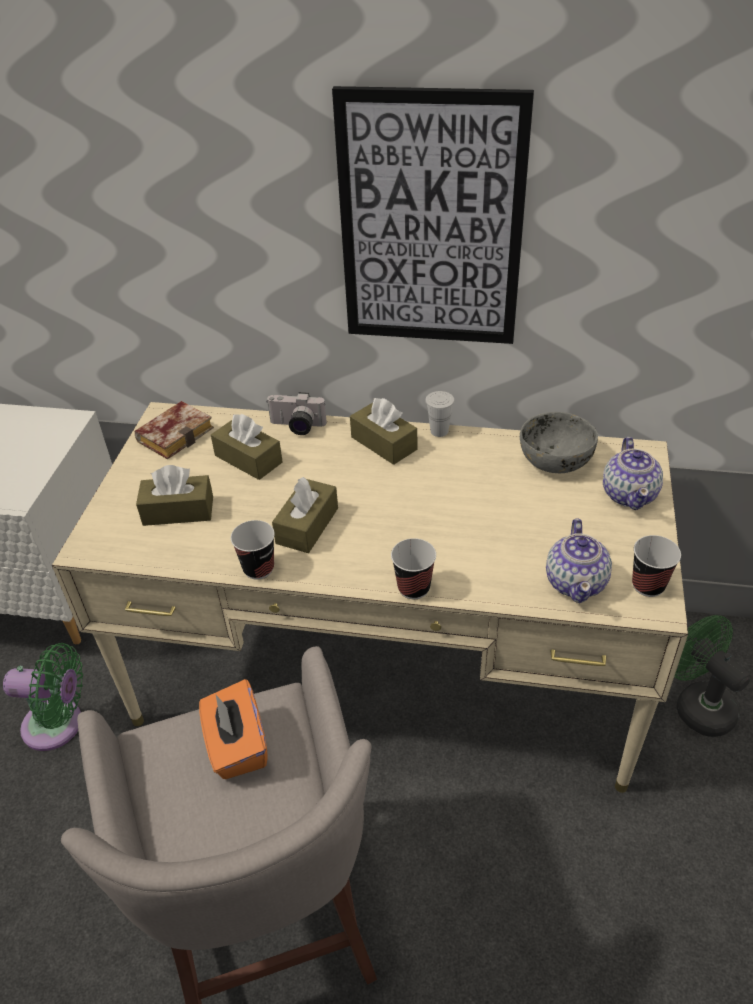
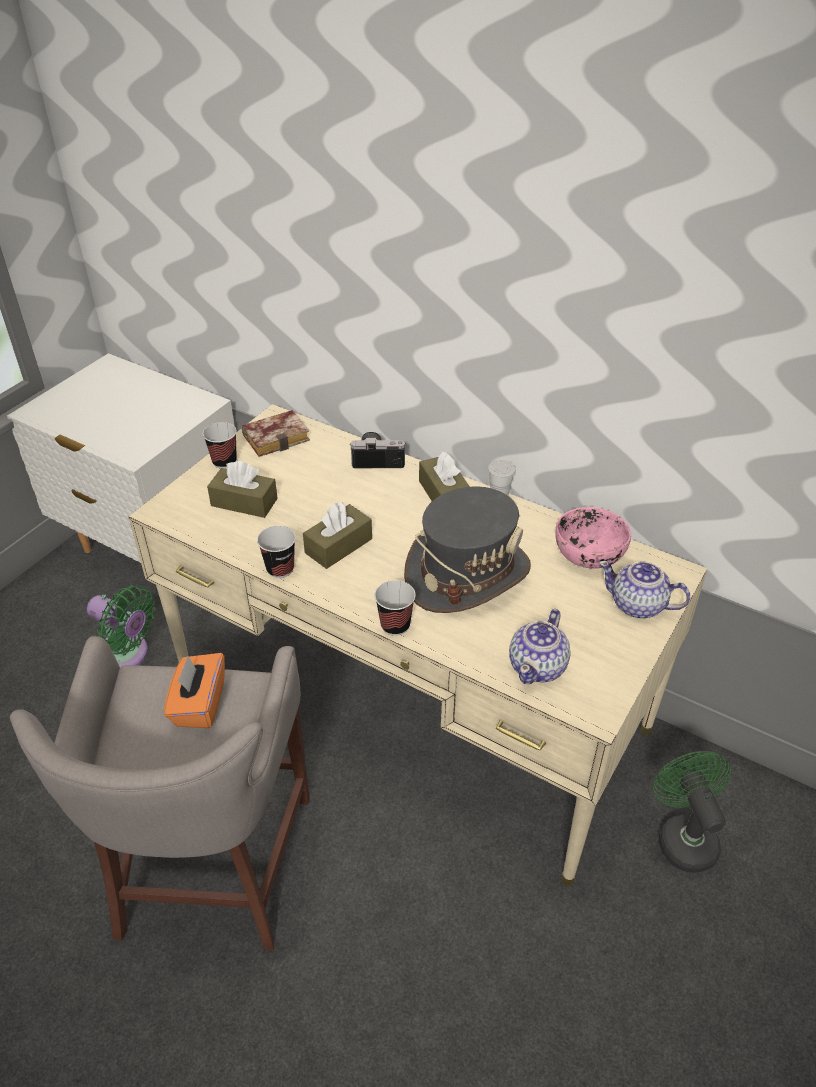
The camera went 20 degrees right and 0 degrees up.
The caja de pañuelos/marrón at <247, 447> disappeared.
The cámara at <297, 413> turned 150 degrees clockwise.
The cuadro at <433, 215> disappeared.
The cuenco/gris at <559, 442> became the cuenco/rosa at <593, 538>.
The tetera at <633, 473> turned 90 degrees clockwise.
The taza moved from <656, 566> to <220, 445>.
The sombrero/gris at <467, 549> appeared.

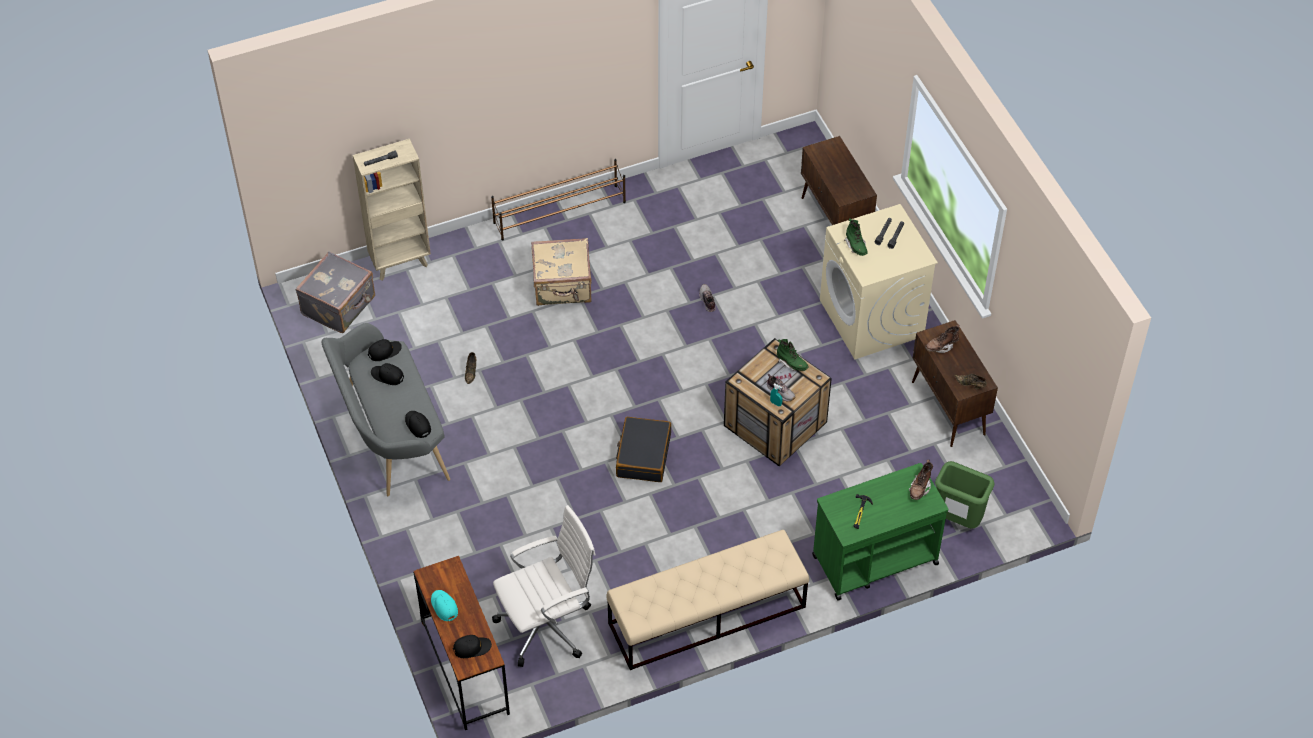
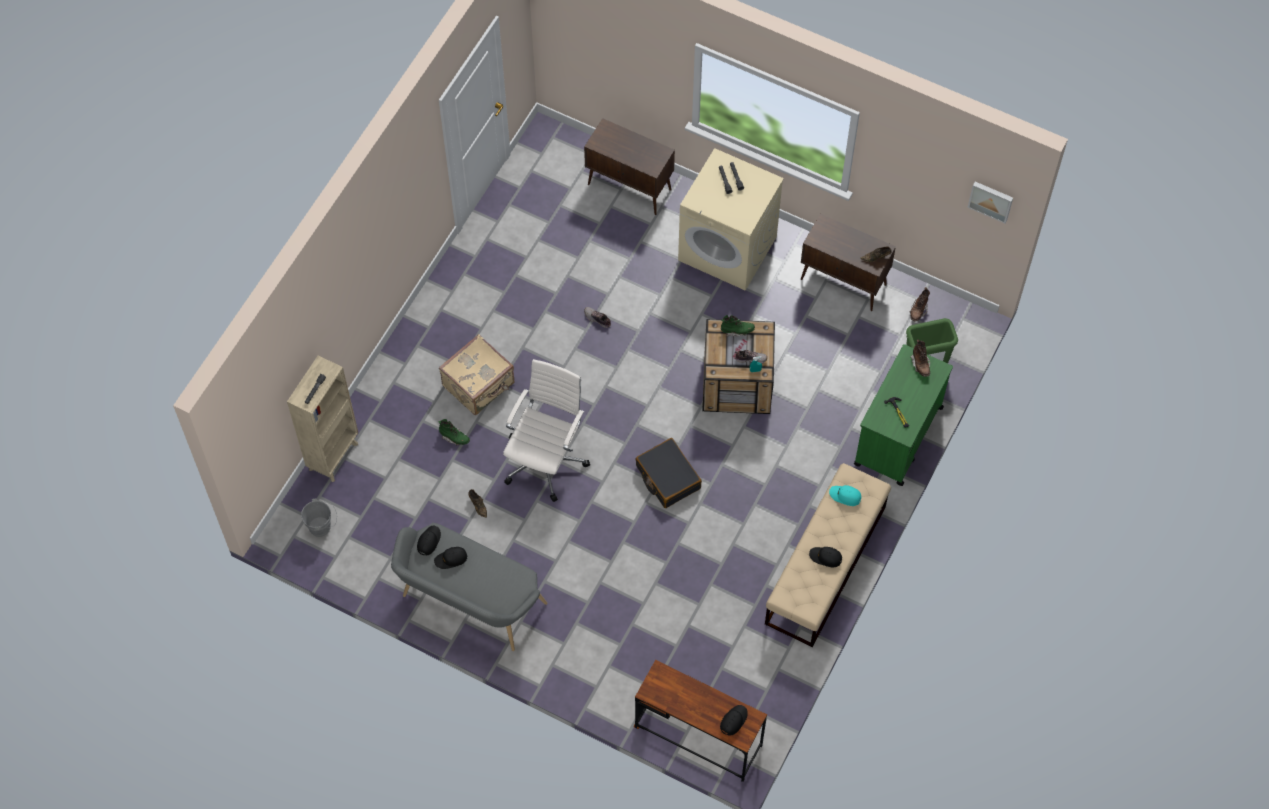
The camera went 40 degrees left and 10 degrees up.
The maleta/gris at <335, 292> was replaced by the cubo/gris at <319, 517>.
The gorra/negro moved from <418, 424> to <825, 557>.
The gorra/turquesa moved from <444, 606> to <845, 495>.
The zapatero/marrón at <558, 199> disappeared.
The silla de oficina/blanco moved from <544, 586> to <546, 430>.
The bota/verde moved from <856, 237> to <454, 432>.
The bota/marrón moved from <942, 338> to <919, 304>.
The cuadro at <990, 202> appeared.

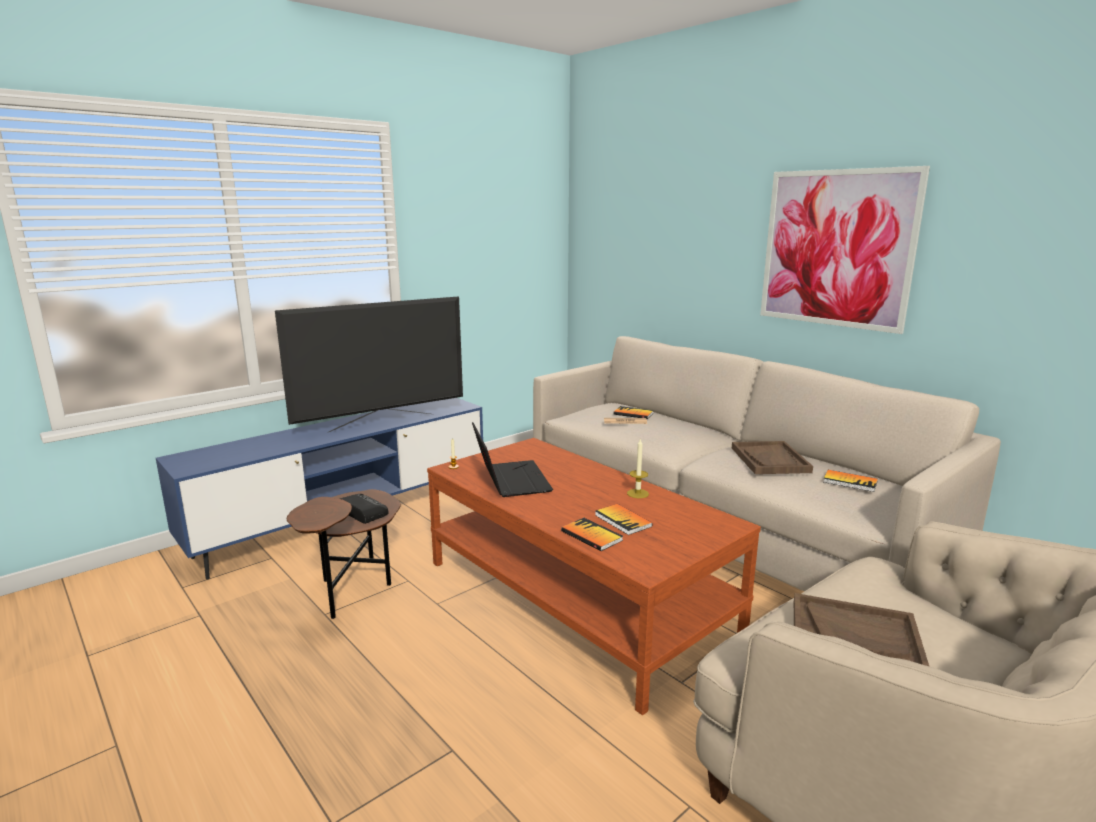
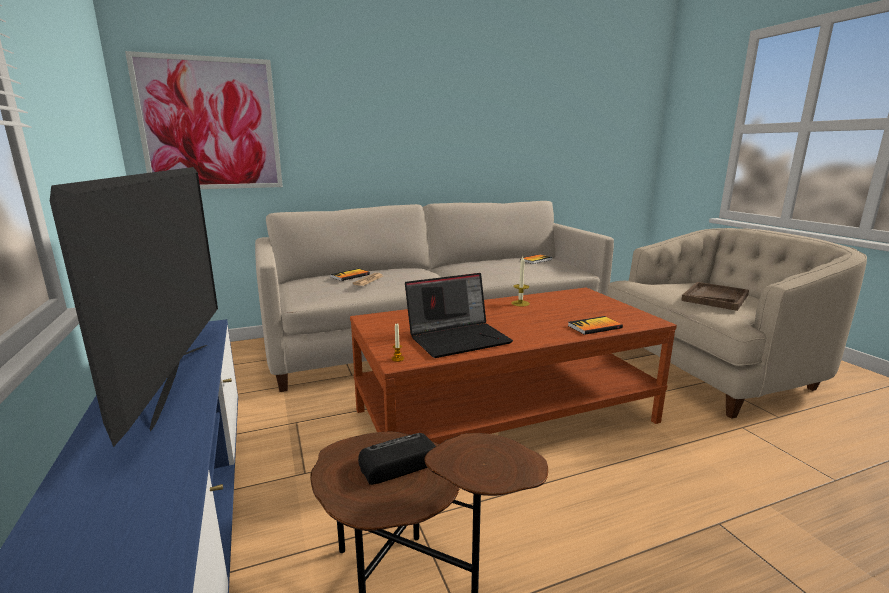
The camera went 70 degrees left and 0 degrees up.
The portátil at <512, 459> turned 150 degrees clockwise.
The libro at <623, 519> disappeared.
The bandeja/marrón at <772, 457> disappeared.
The cuadro moved from <845, 250> to <204, 120>.

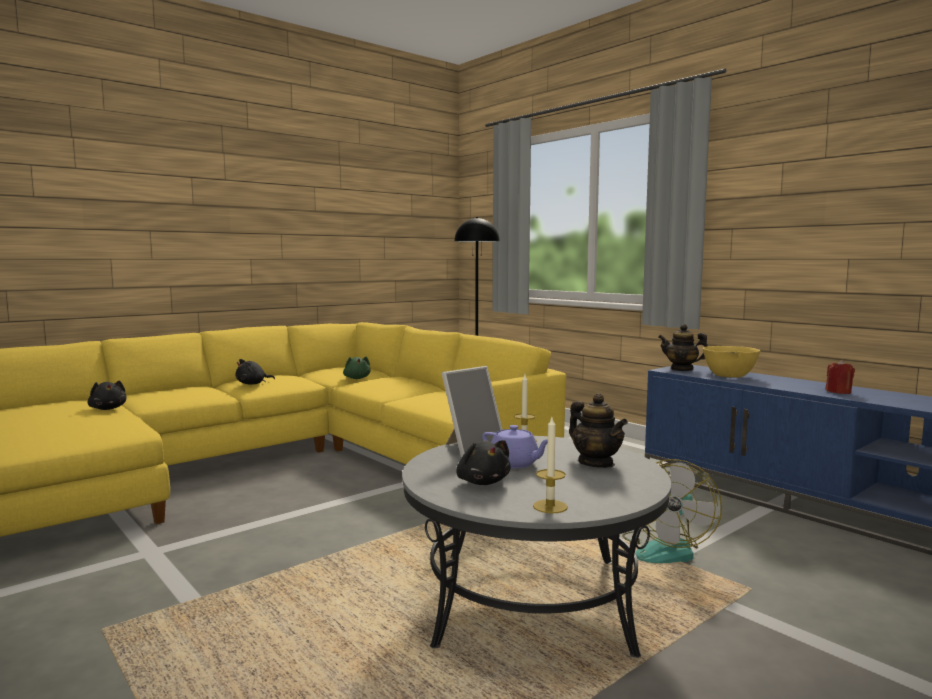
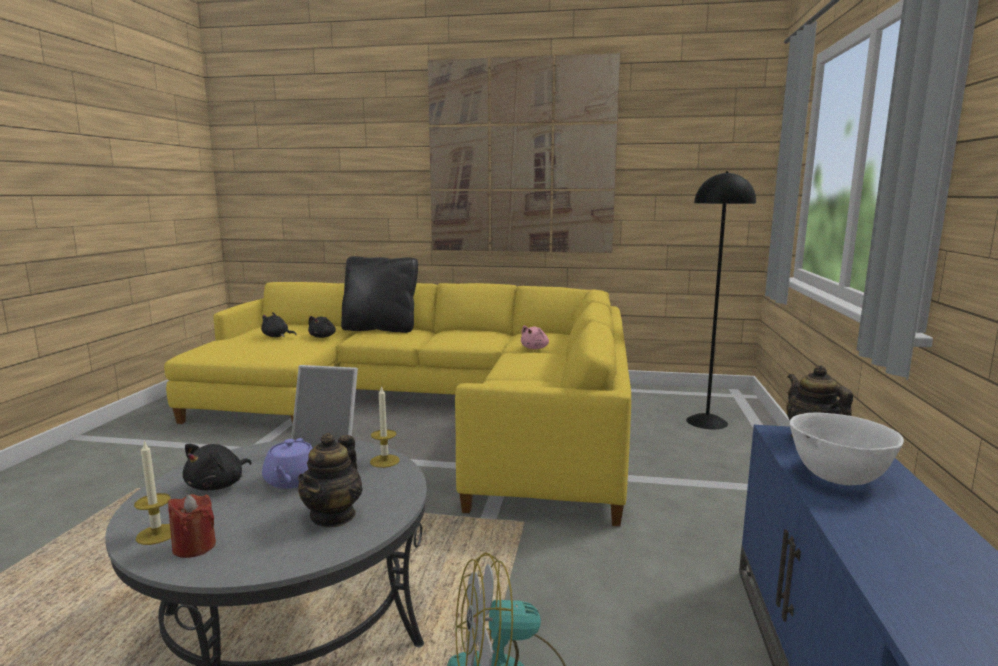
The camera went 50 degrees right and 5 degrees up.
The peluche/negro moved from <255, 371> to <278, 324>.
The peluche/verde at <356, 368> became the peluche/rosa at <535, 337>.
The cuenco/amarillo at <731, 362> became the cuenco/blanco at <847, 448>.
The vela/rojo moved from <840, 377> to <192, 526>.
The cojín/negro at <379, 294> appeared.
The cuadro at <524, 153> appeared.

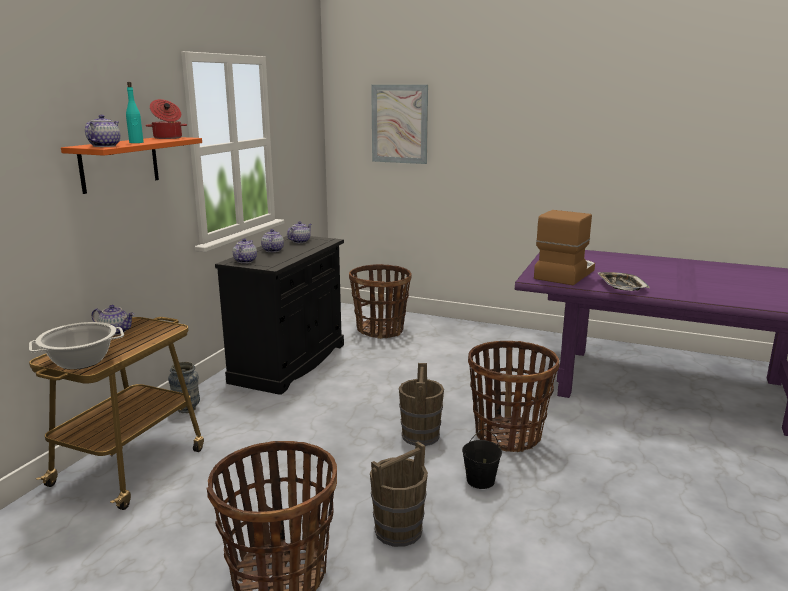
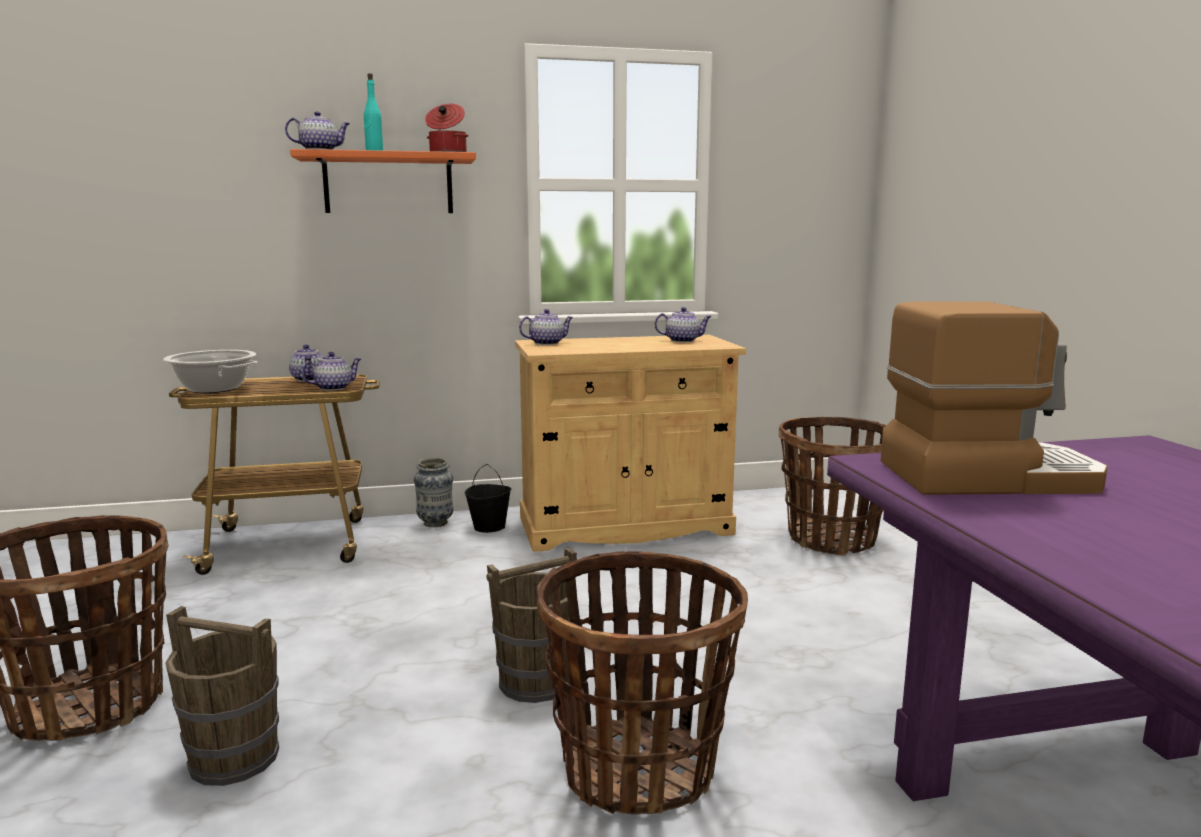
The camera went 55 degrees right and 5 degrees down.
The armario/negro at <279, 315> became the armario/beis at <630, 443>.
The tetera moved from <272, 240> to <331, 371>.
The cuadro at <399, 124> disappeared.
The cubo/negro moved from <482, 459> to <488, 498>.
The bandeja at <623, 281> disappeared.

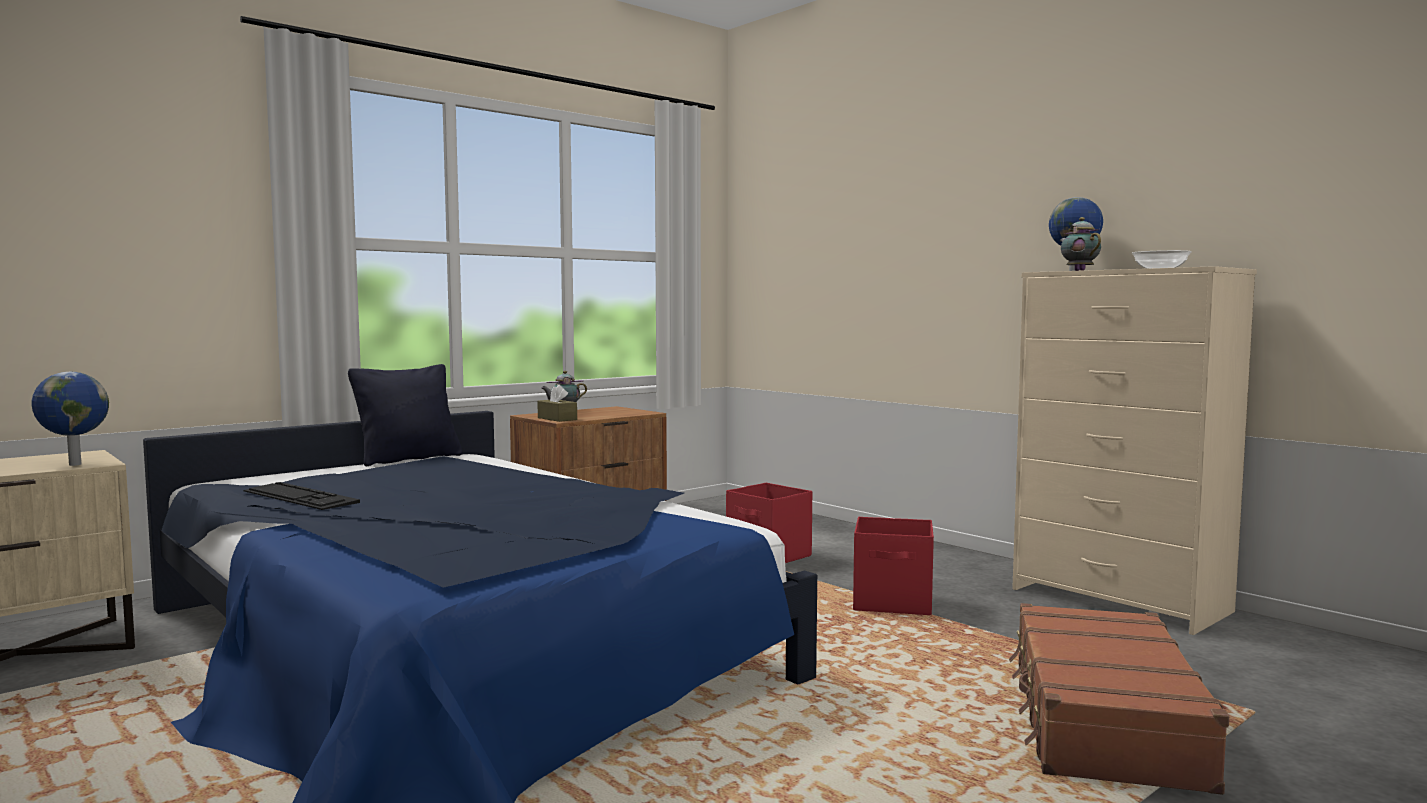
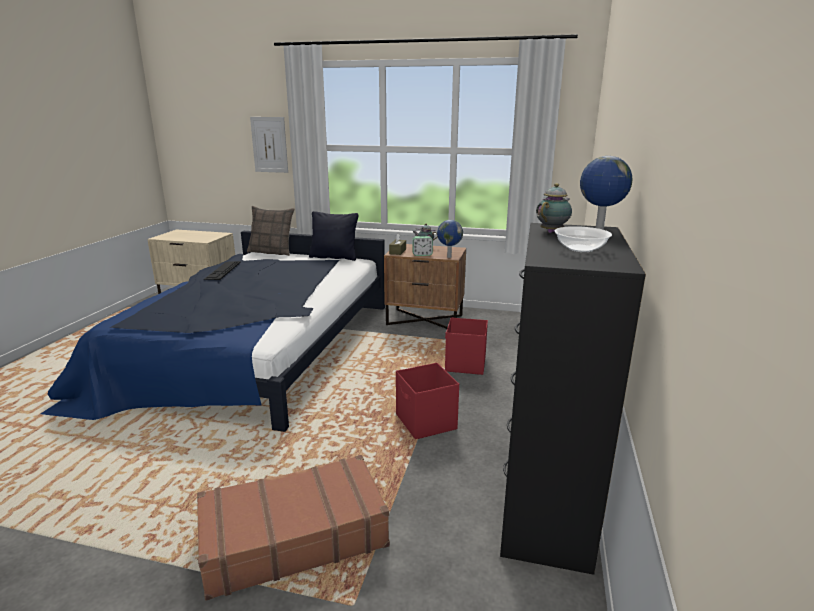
The camera went 55 degrees right and 15 degrees up.
The globo terráqueo moved from <70, 419> to <450, 239>.
The cómoda/beis at <1134, 450> became the cómoda/negro at <573, 399>.
The cojín at <271, 231> appeared.
The cuadro at <269, 145> appeared.
The despertador at <422, 246> appeared.

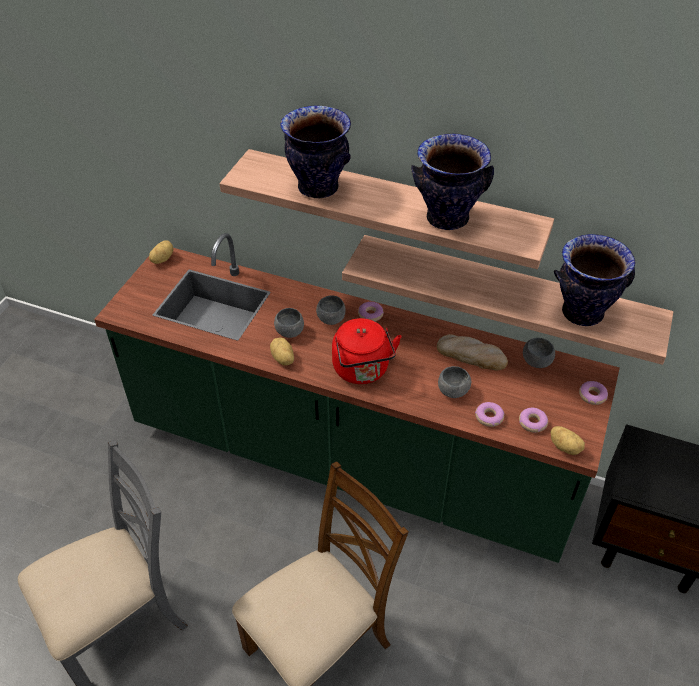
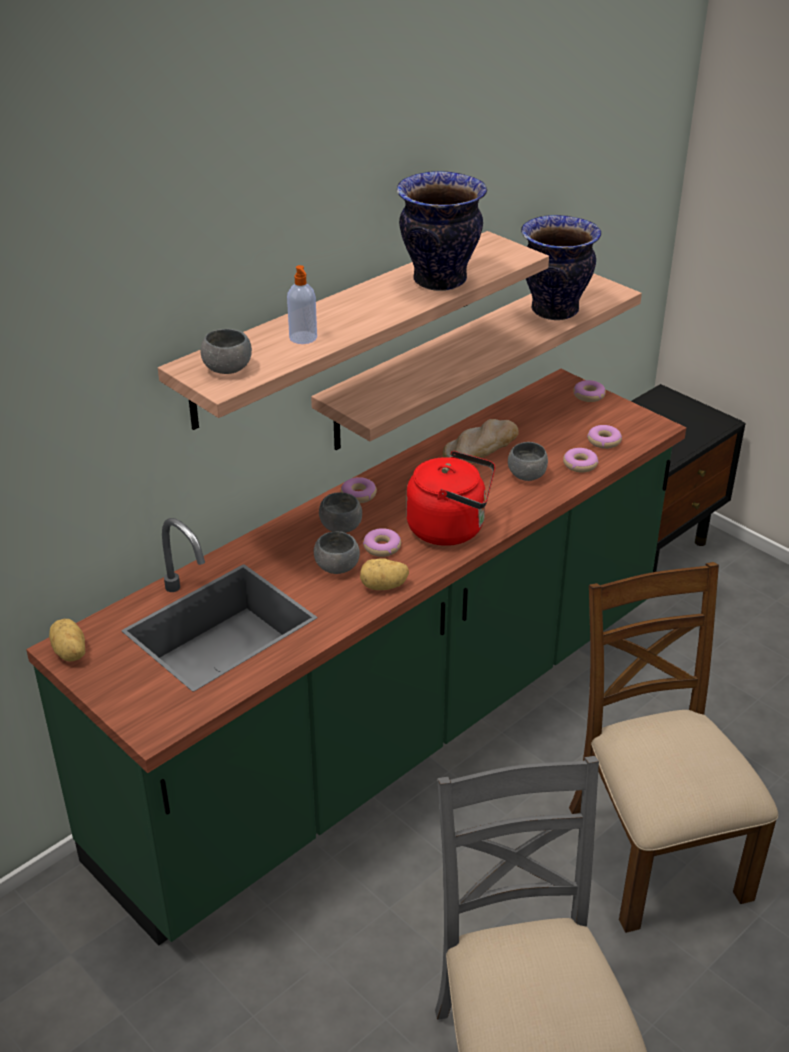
The camera went 65 degrees left and 10 degrees down.
The florero at <315, 151> was replaced by the dispensador de jabón at <302, 304>.
The cuenco/gris moved from <539, 353> to <226, 351>.
The patata at <567, 440> disappeared.
The rosquilla at <382, 542> appeared.

